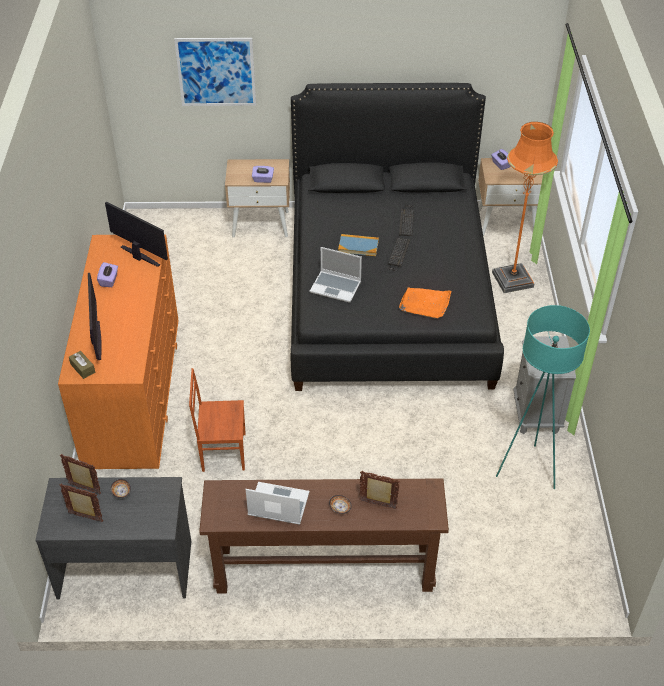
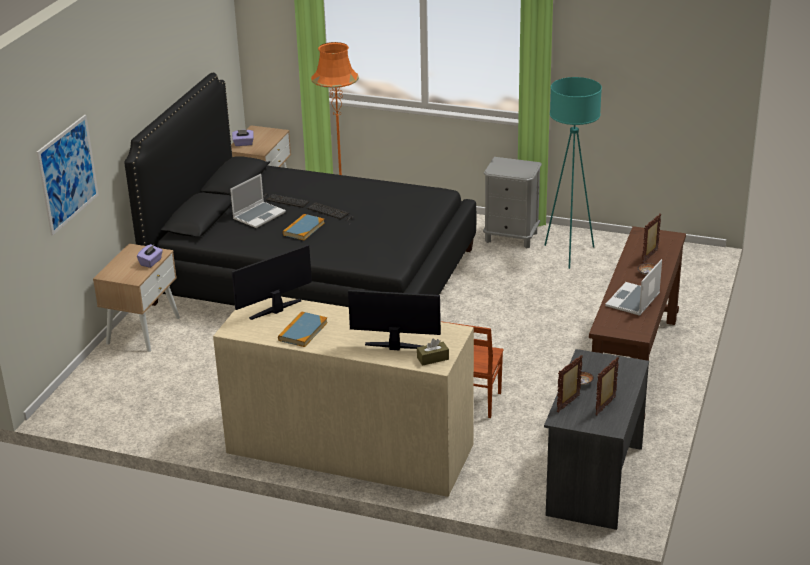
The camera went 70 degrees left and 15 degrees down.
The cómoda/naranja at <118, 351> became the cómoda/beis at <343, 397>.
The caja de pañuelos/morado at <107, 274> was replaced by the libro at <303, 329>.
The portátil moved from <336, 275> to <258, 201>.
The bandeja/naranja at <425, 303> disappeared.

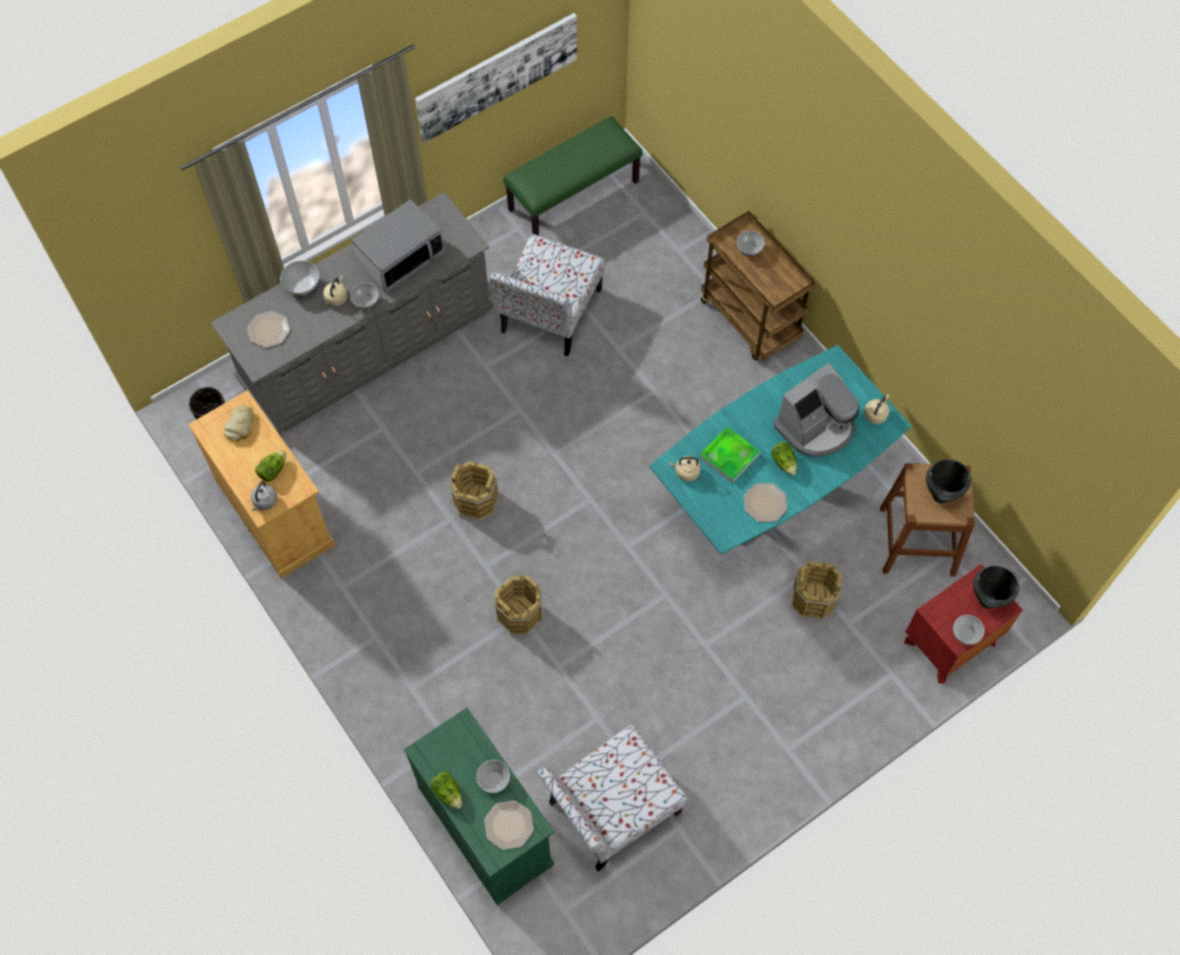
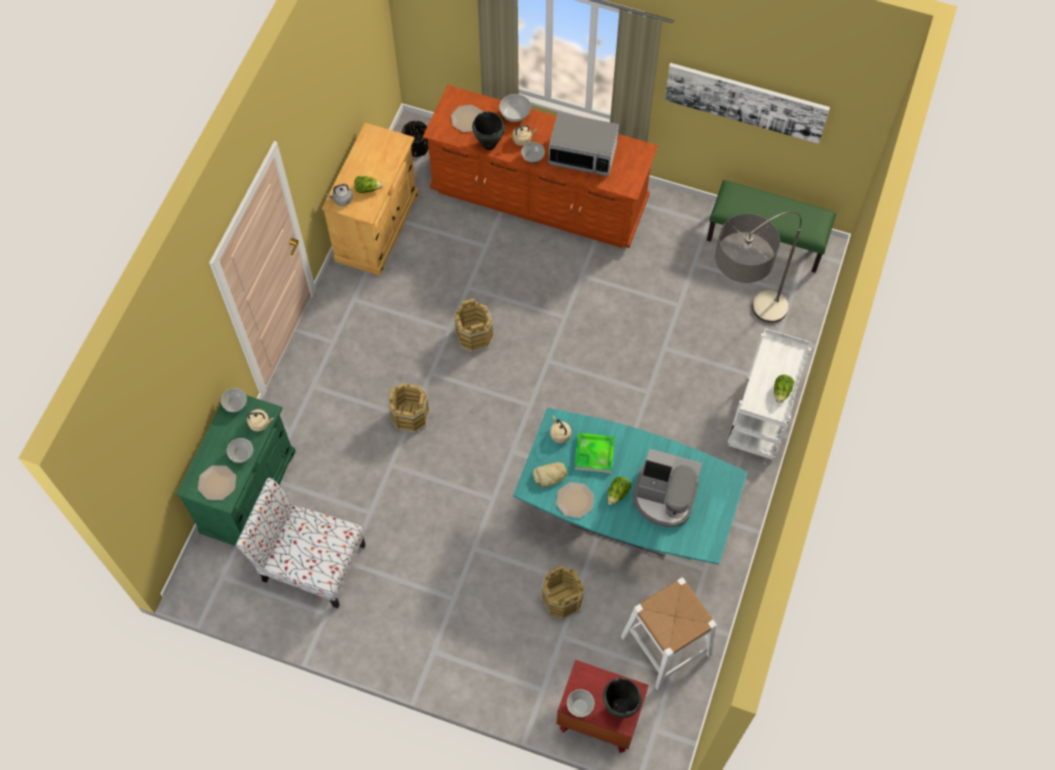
The camera went 55 degrees right and 0 degrees up.
The cómoda/gris at <352, 312> became the cómoda/marrón at <540, 166>.
The pan moved from <239, 423> to <550, 475>.
The lechuga moved from <446, 790> to <784, 389>.
The silla at <547, 295> disappeared.
The carrito/marrón at <758, 285> became the carrito/blanco at <770, 394>.
The cuenco moved from <751, 243> to <234, 400>.
The hervidor/beis moved from <877, 409> to <260, 420>.
The taburete/marrón at <927, 520> became the taburete/blanco at <669, 634>.
The olla/negro moved from <948, 481> to <488, 130>.
The lámpara de pie at <758, 267> appeared.

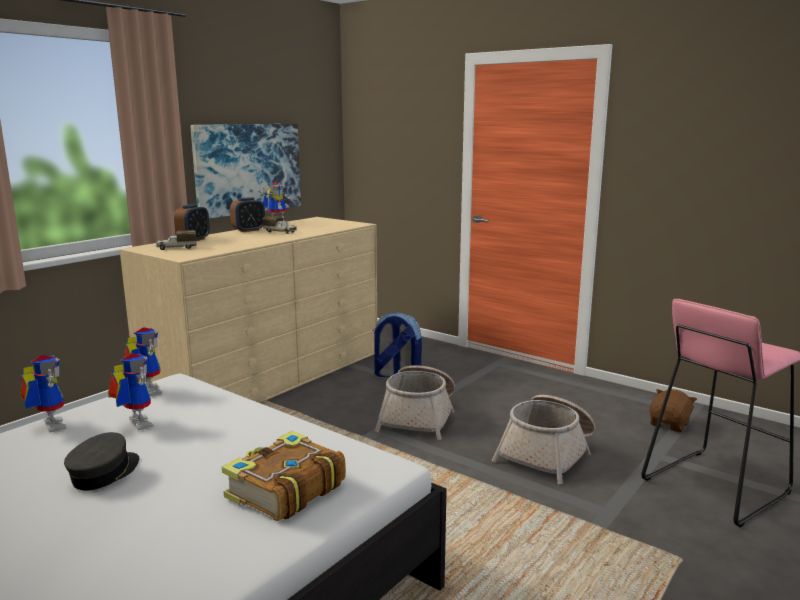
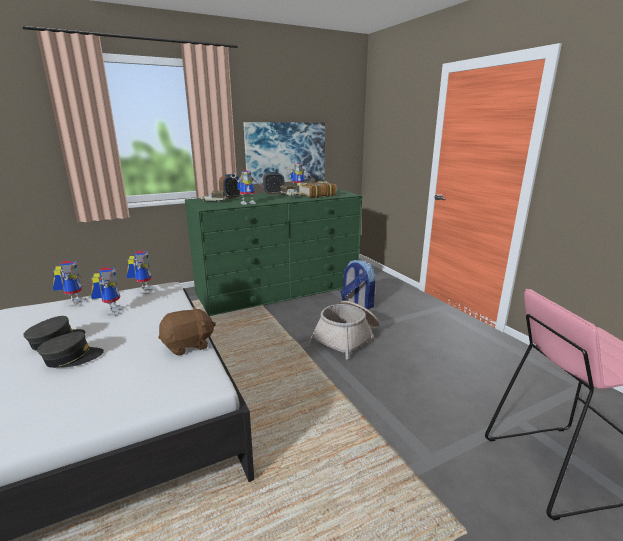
The camera went 25 degrees right and 5 degrees up.
The cómoda/beis at <248, 310> became the cómoda/verde at <273, 252>.
The libro moved from <284, 476> to <316, 189>.
The cesta at <543, 439> disappeared.
The peluche/marrón moved from <673, 410> to <187, 331>.
The gorra/gris at <70, 350> appeared.
The robot de juguete at <247, 187> appeared.

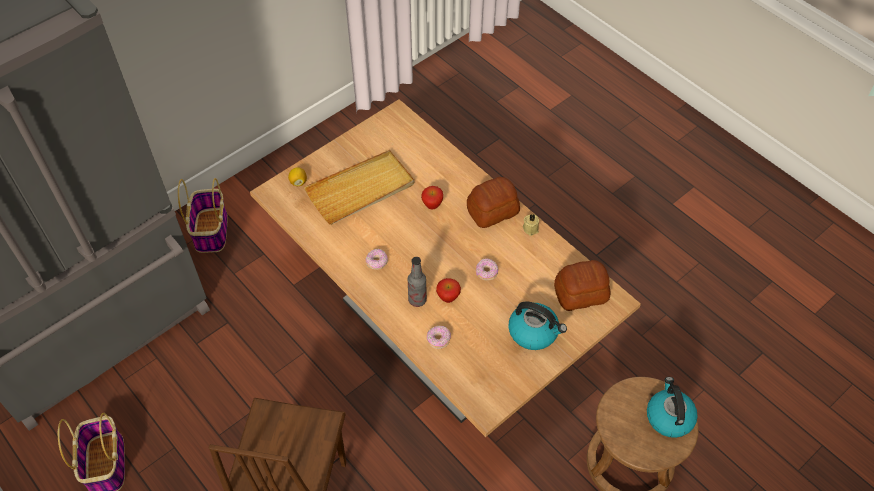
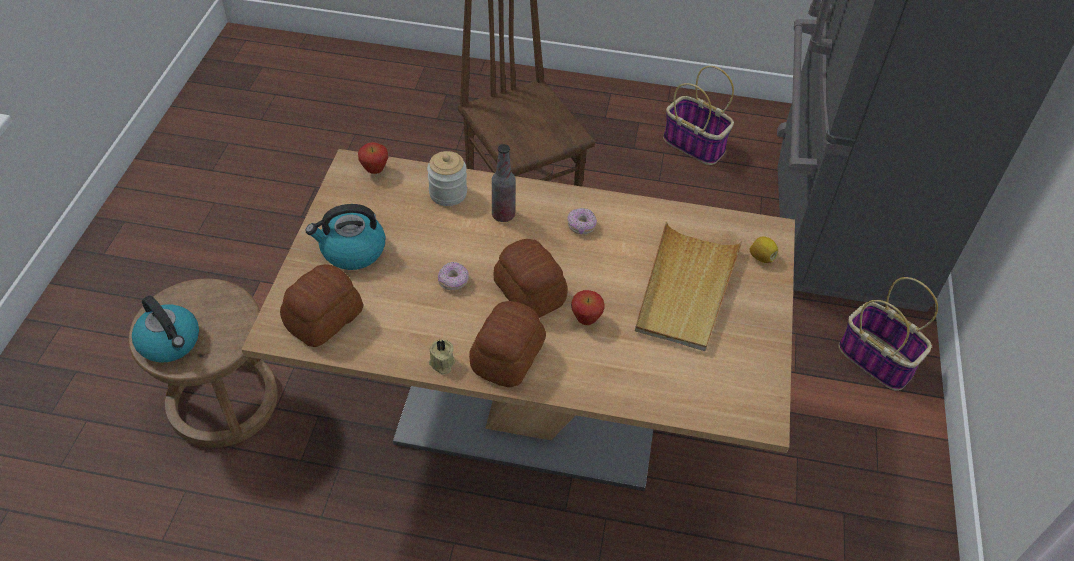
The camera went 140 degrees right and 5 degrees down.
The rosquilla at <439, 337> was replaced by the tarro at <447, 178>.
The manzana moved from <448, 290> to <373, 158>.
The pan at <530, 278> appeared.

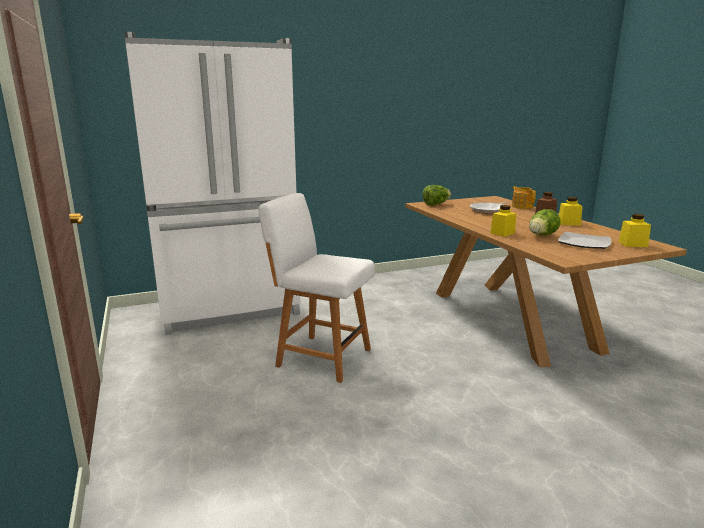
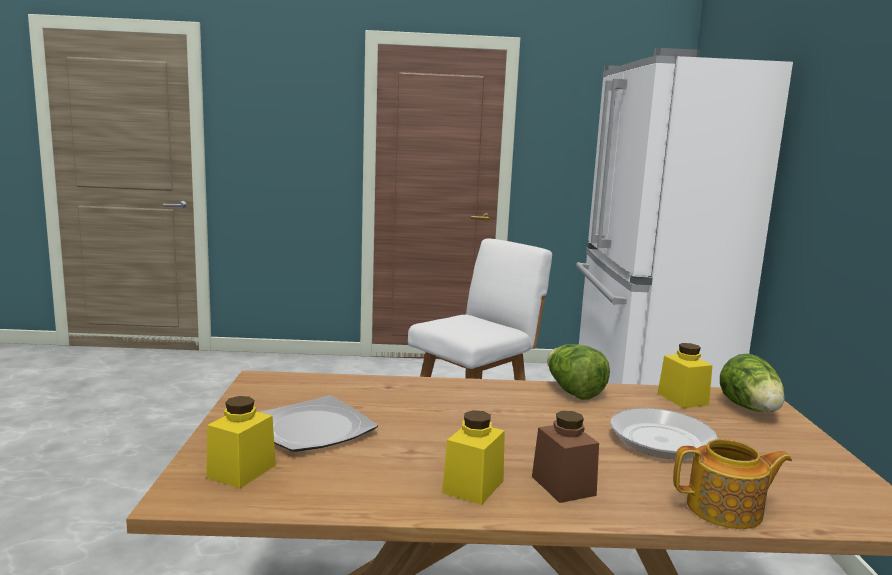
The camera went 110 degrees right and 5 degrees down.
The tarro/amarillo moved from <503, 221> to <685, 375>.
The lechuga moved from <545, 222> to <578, 372>.

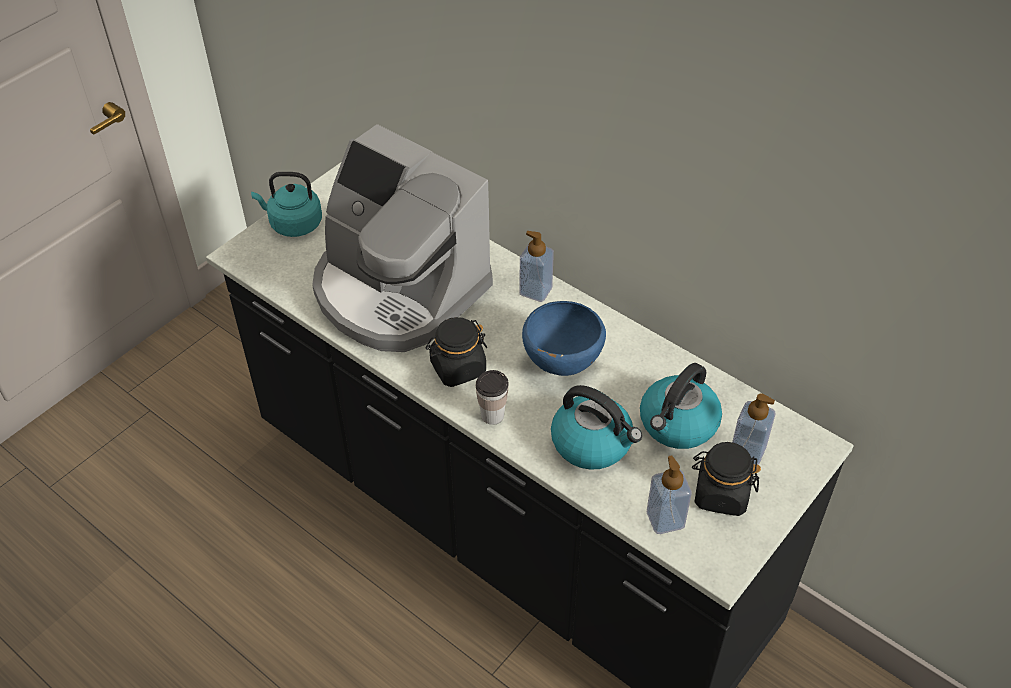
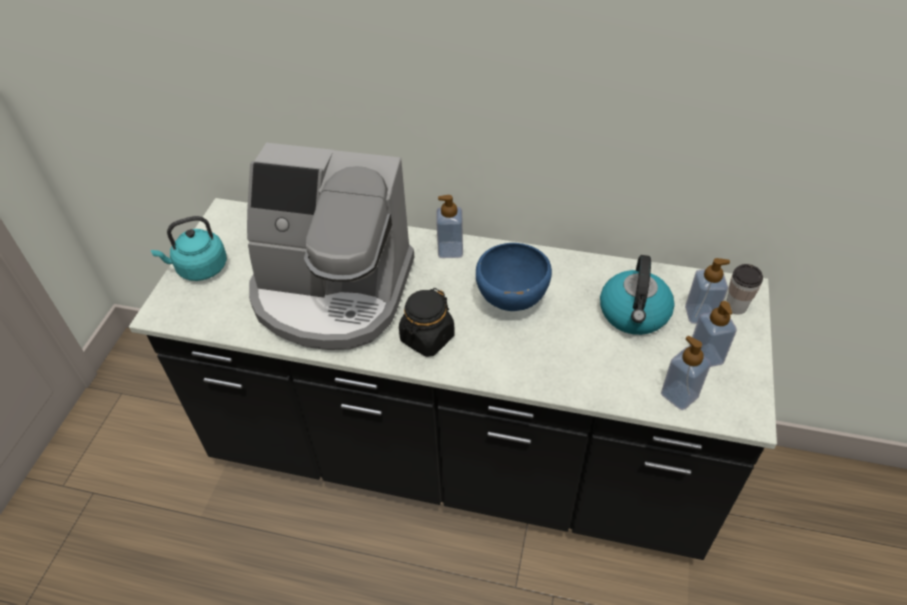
The camera went 25 degrees left and 0 degrees up.
The taza moved from <492, 397> to <745, 289>.
The hervidor at <596, 427> disappeared.
The tarro/negro at <726, 479> was replaced by the dispensador de jabón at <713, 334>.

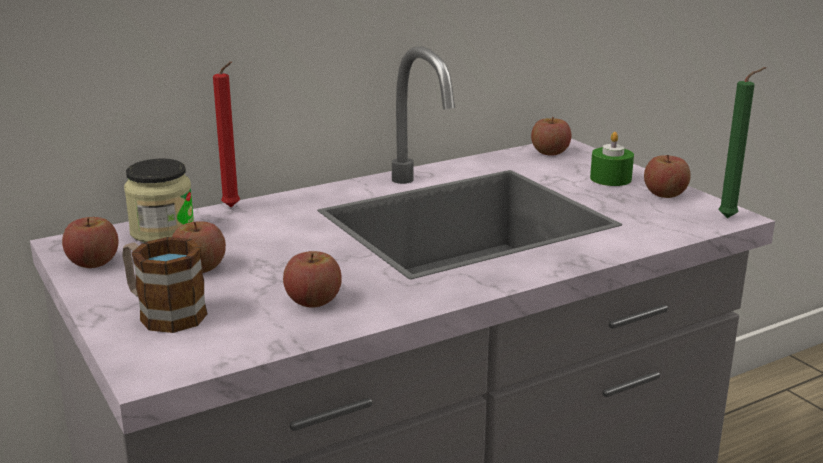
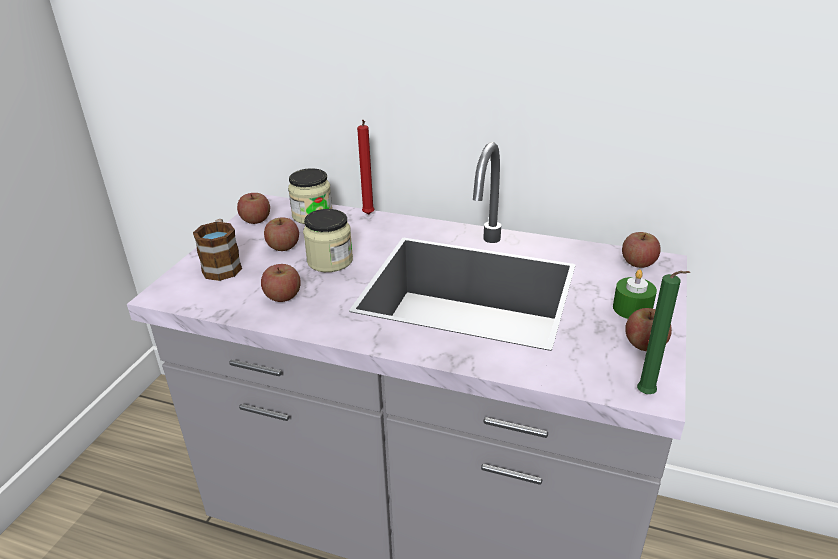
The camera went 50 degrees right and 10 degrees up.
The tarro at <328, 240> appeared.

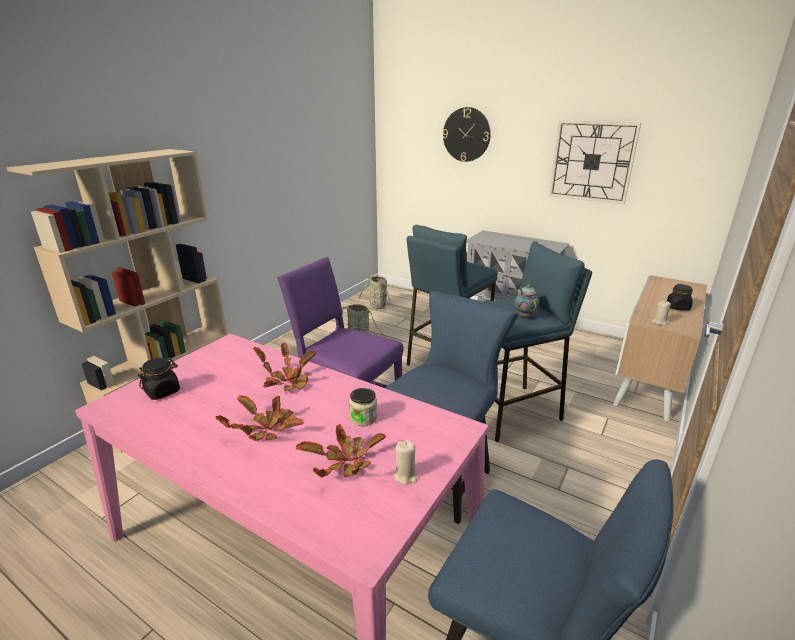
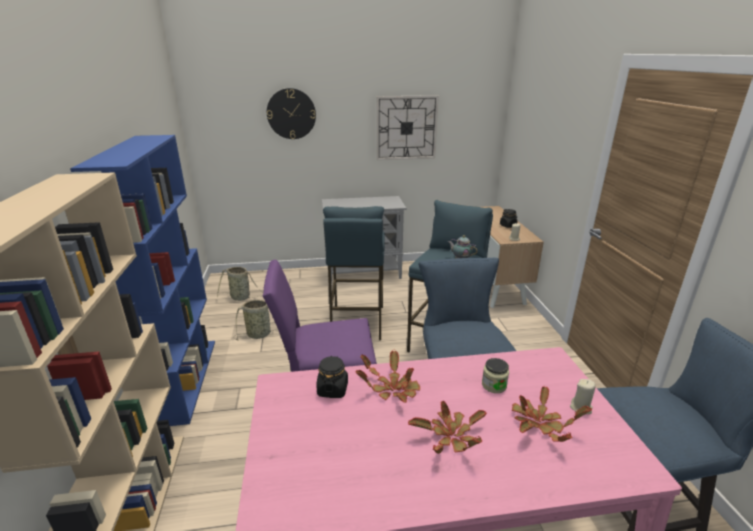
The camera went 40 degrees left and 0 degrees up.
The tarro/negro moved from <159, 379> to <332, 377>.
The estantería/azul at <142, 280> appeared.

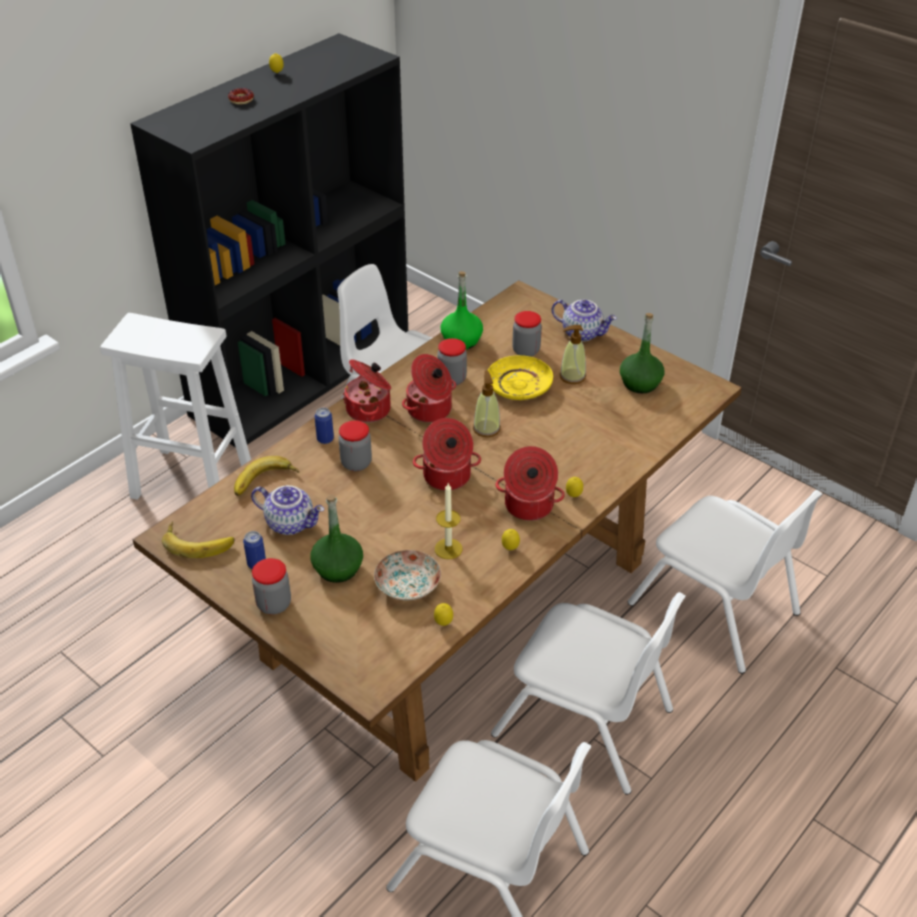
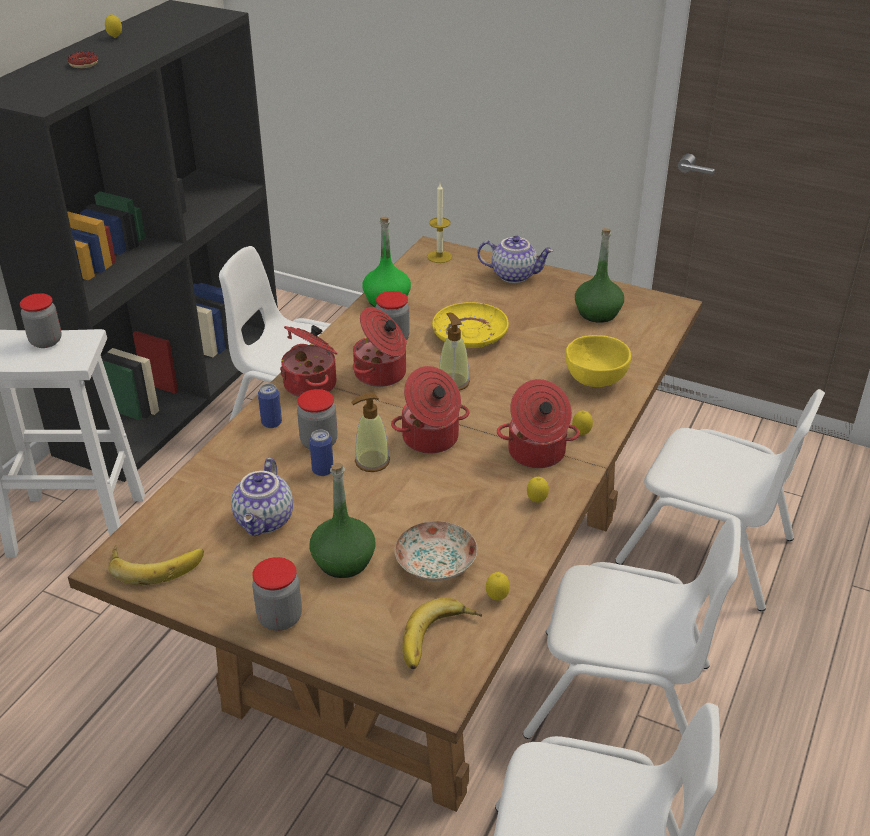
The camera went 15 degrees left and 5 degrees down.
The plátano moved from <266, 476> to <442, 633>.
The lata moved from <254, 550> to <321, 453>.
The tetera at <287, 510> turned 90 degrees clockwise.
The vela moved from <448, 521> to <439, 223>.
The tarro moved from <527, 334> to <40, 320>.
The dispensador de jabón moved from <573, 354> to <370, 432>.
The cuenco/amarillo at <598, 361> appeared.

